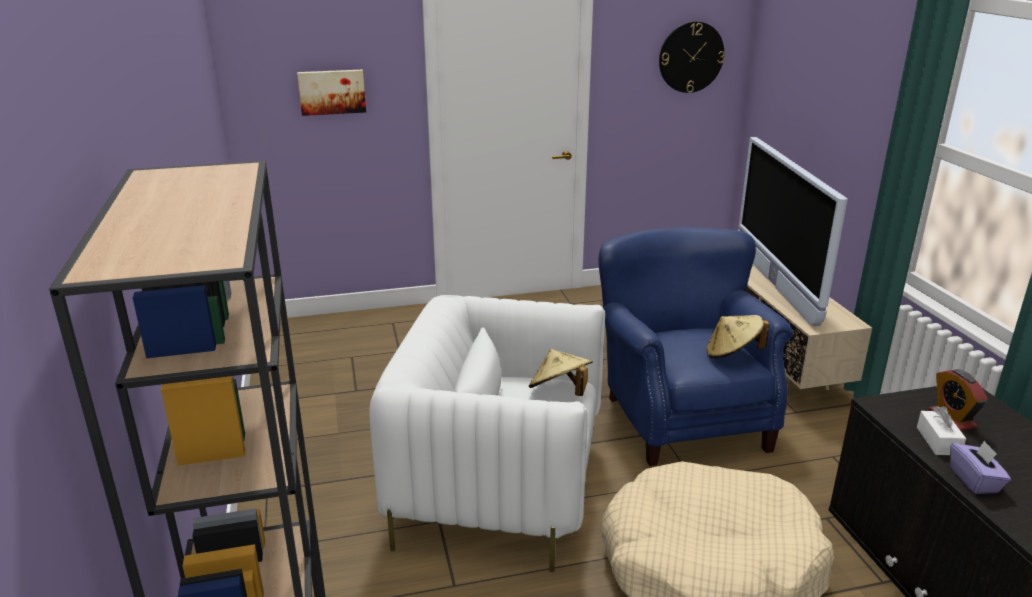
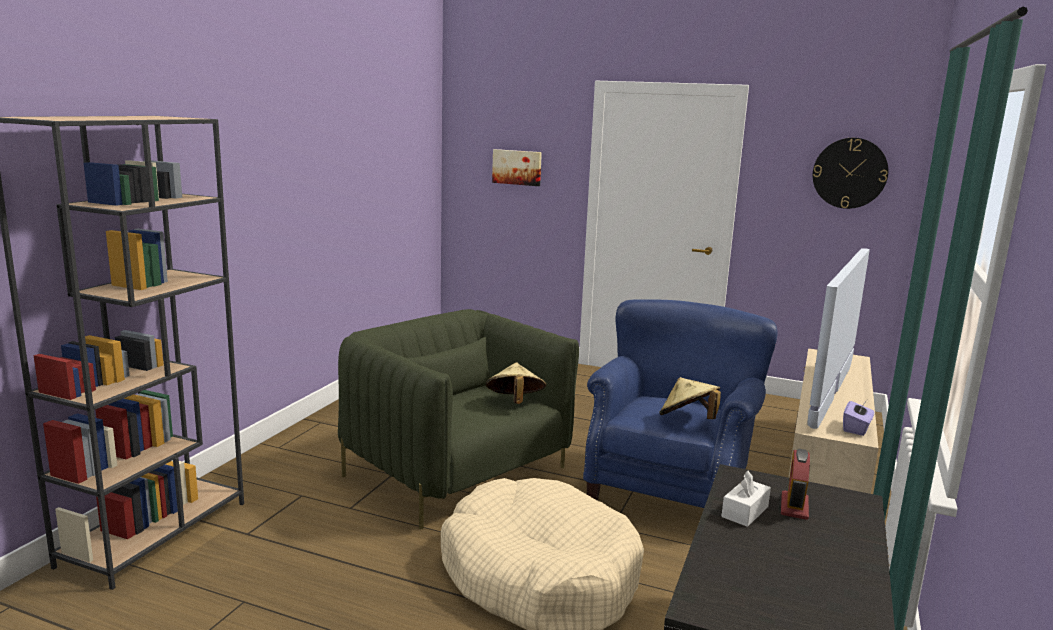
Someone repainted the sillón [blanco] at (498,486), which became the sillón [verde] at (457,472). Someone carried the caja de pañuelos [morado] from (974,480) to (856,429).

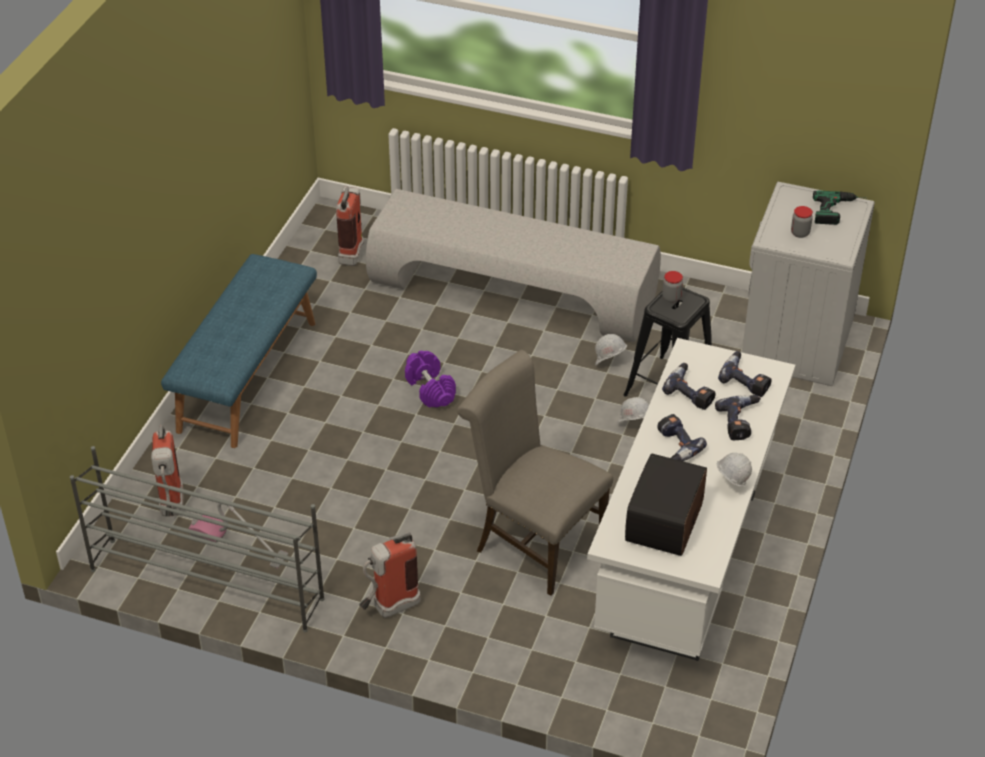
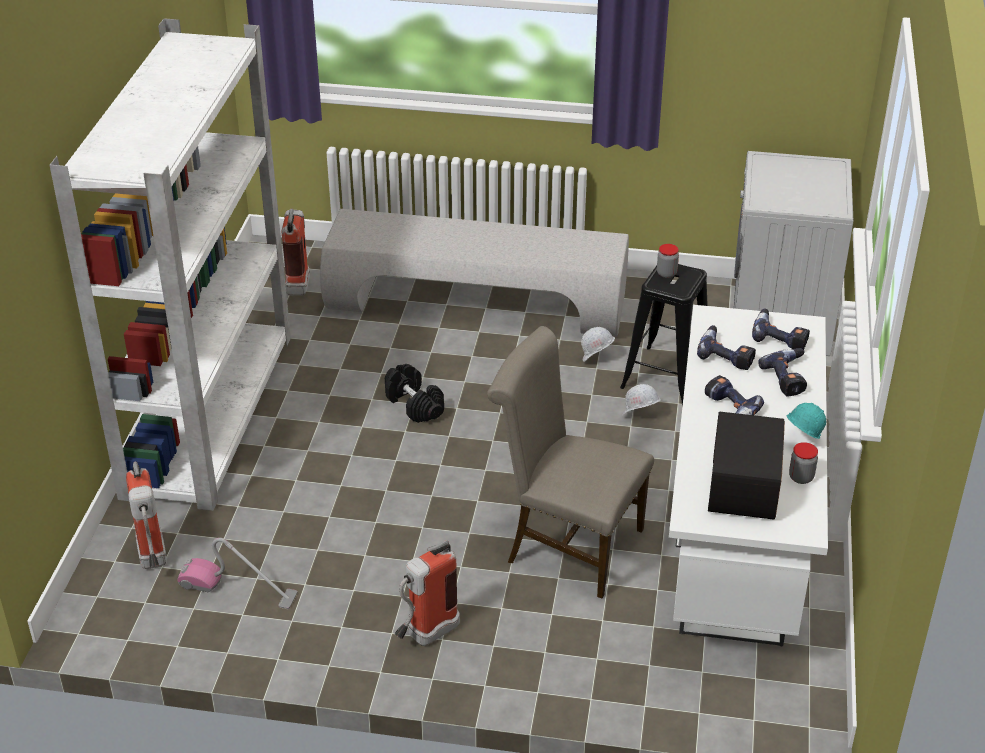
Someone took away the zapatero [gris] at (206,584). Someone swapped the banco [azul] at (246,375) for the estantería [blanco] at (210,413). Someone repainted the mancuerna [morado] at (430,389), which became the mancuerna [negro] at (414,405). Someone repainted the casco [blanco] at (731,484), which became the casco [turquesa] at (801,440). Someone carried the tarro from (800,233) to (801,477). Someone took away the taladro at (840,211).

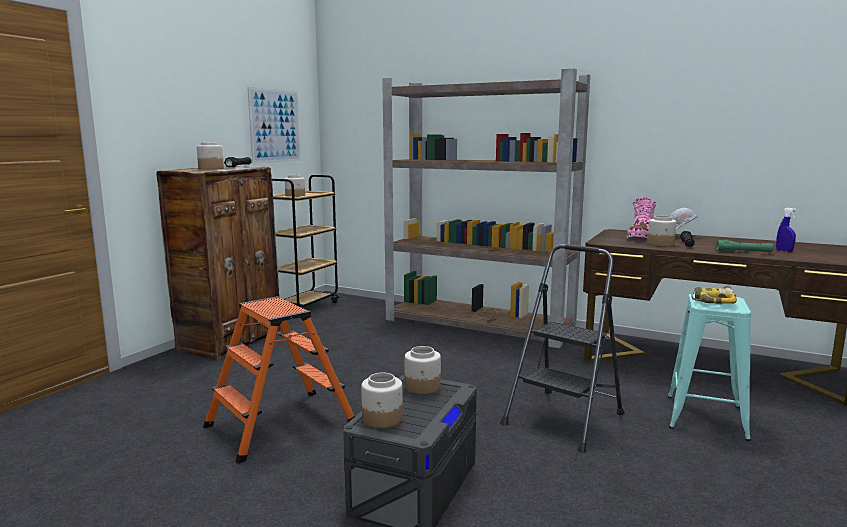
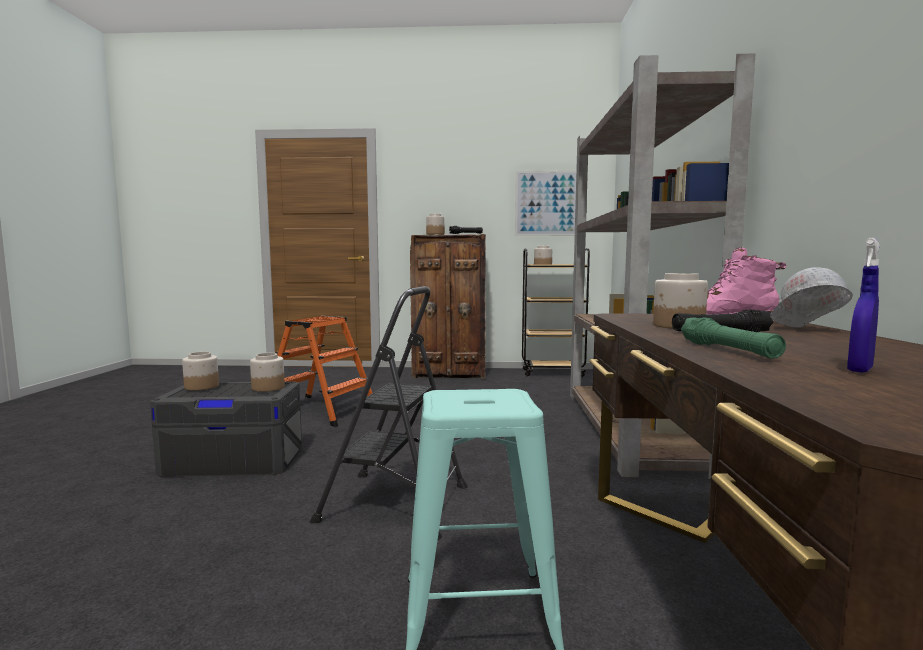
Someone took away the taladro at (712,300).

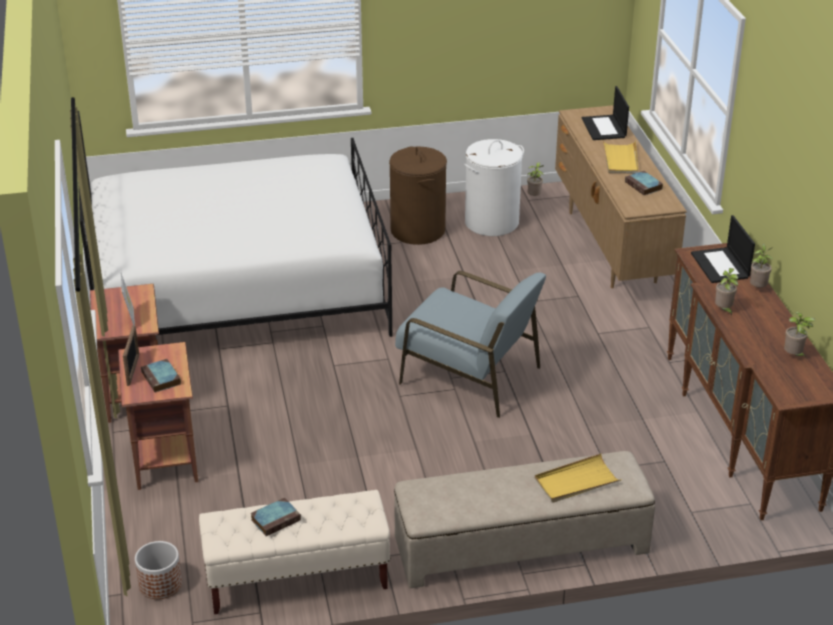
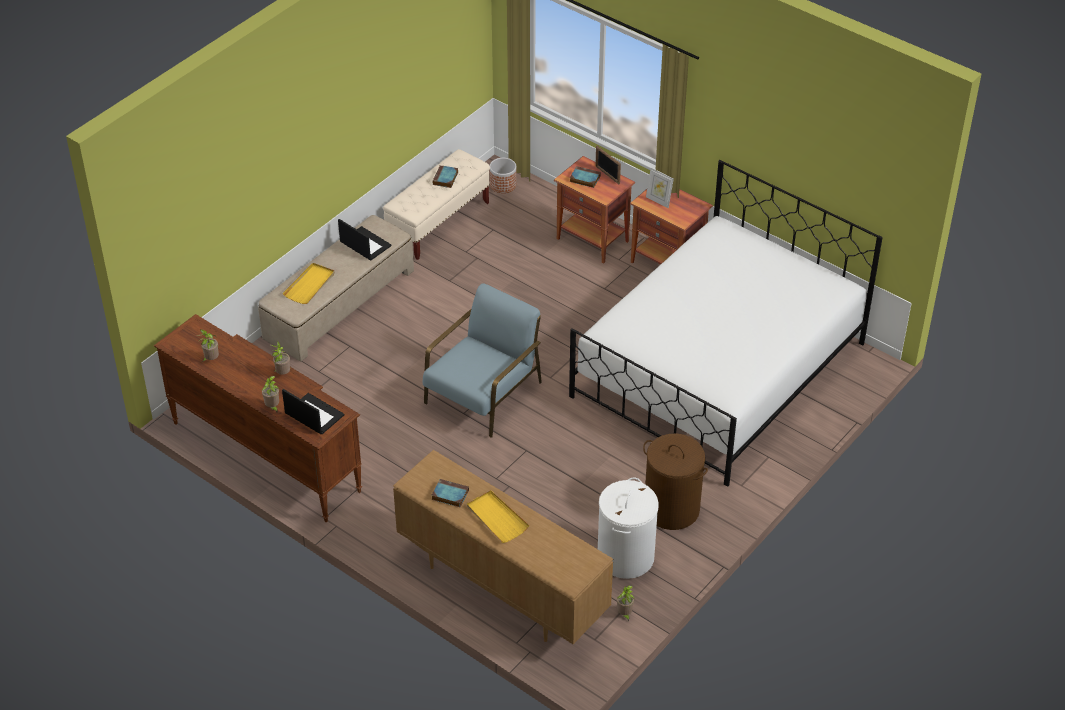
Someone rotated the sillón [azul] at (468,375) by 135 degrees clockwise. Someone carried the portátil from (604,128) to (364,244).

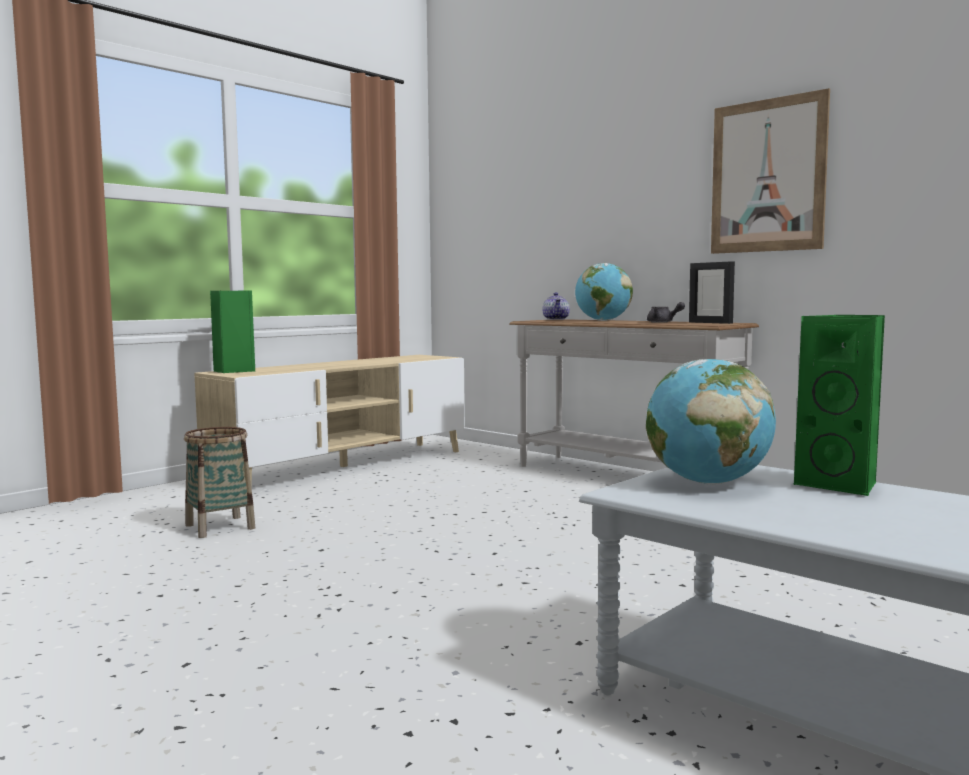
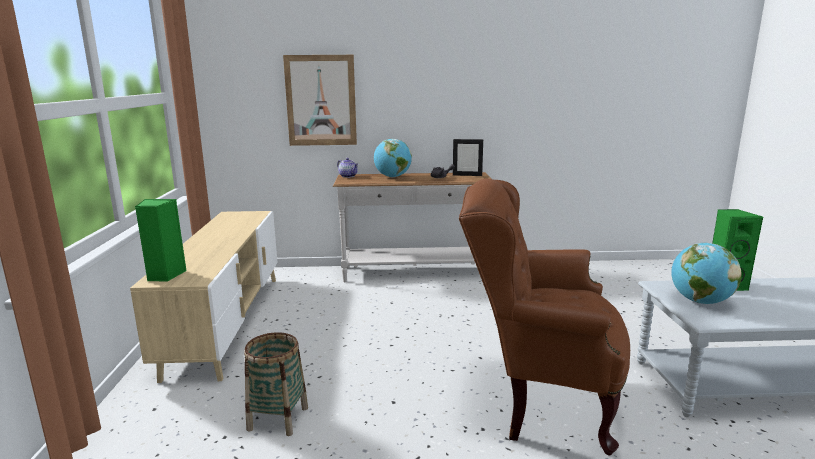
Someone carried the cuadro from (767,176) to (321,100). Someone put down the sillón [marrón] at (537,403).

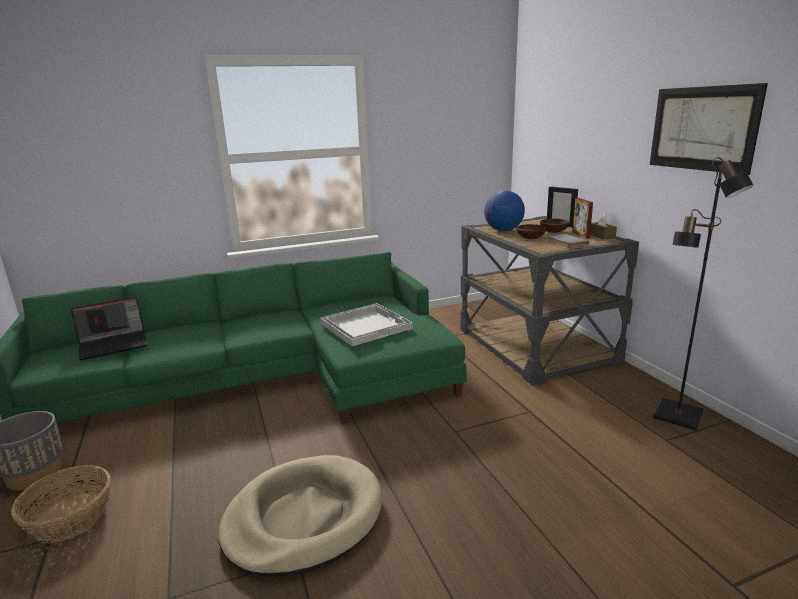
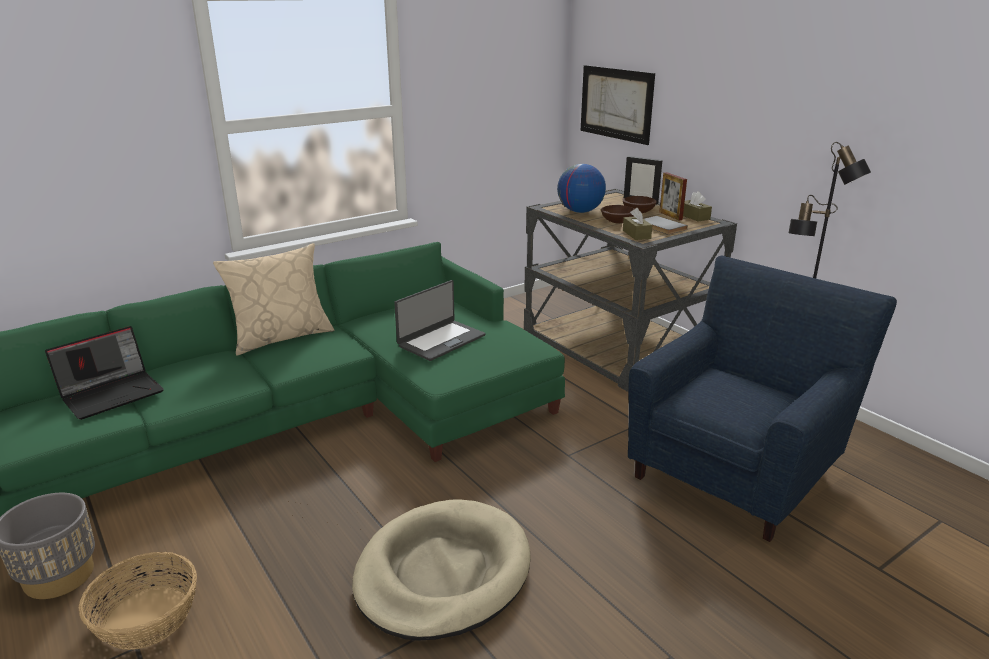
Someone swapped the bandeja [blanco] at (366,325) for the portátil at (441,340). Someone carried the cuadro from (702,128) to (616,103). Someone put down the cojín [beis] at (281,337). Someone put down the caja de pañuelos [marrón] at (636,234). Someone put down the sillón [azul] at (734,471).

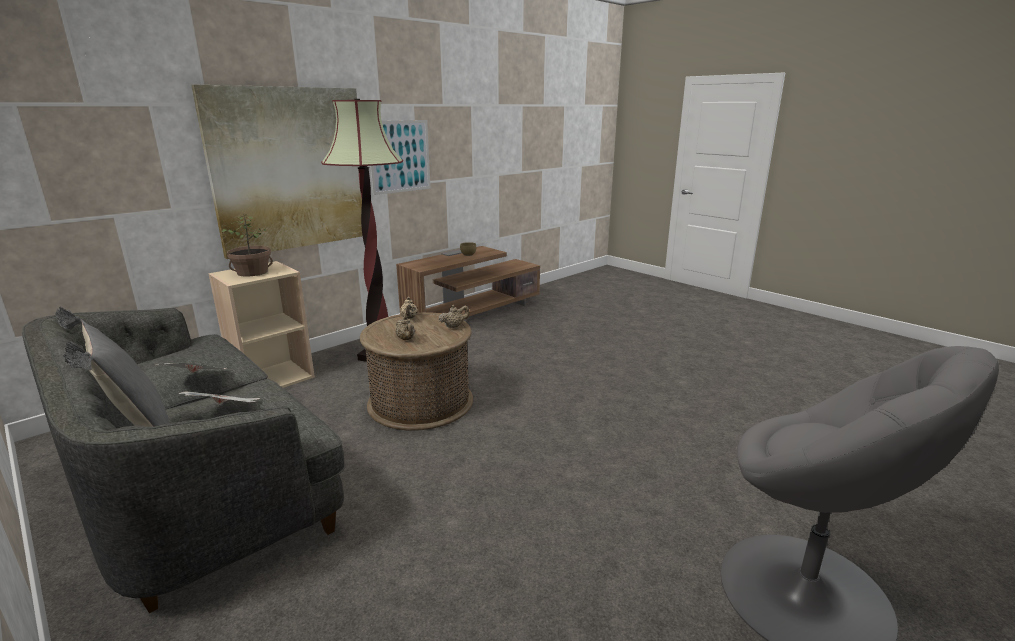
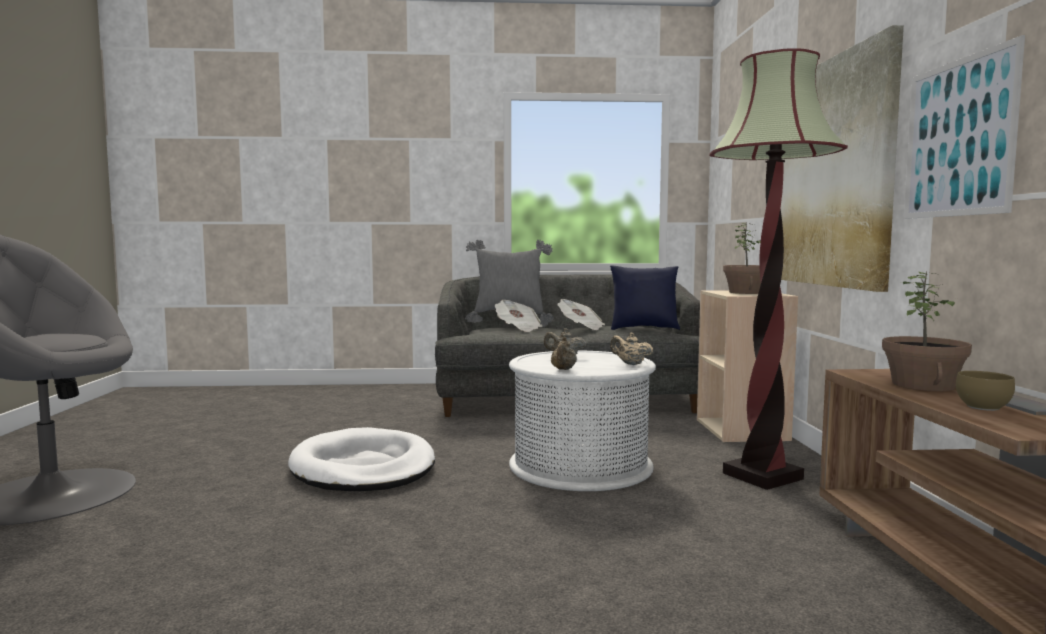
Someone repainted the mesa de centro [marrón] at (420,402), which became the mesa de centro [blanco] at (580,466). Someone put down the cama para perro [blanco] at (363,468). Someone put down the cojín [azul] at (643,329). Someone put down the planta en maceta at (924,385).

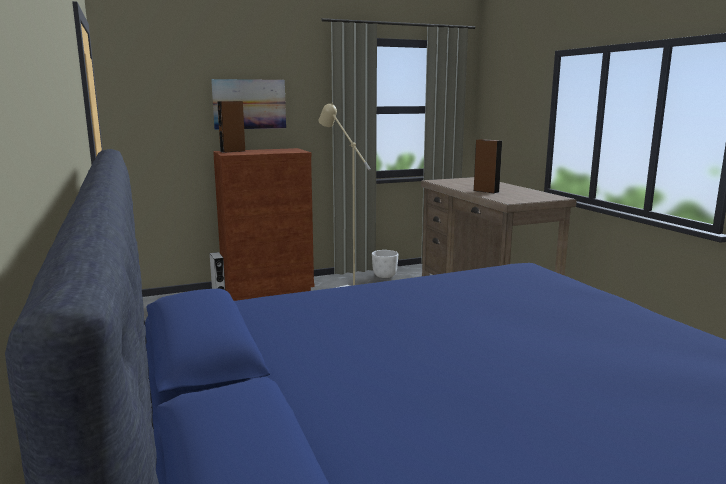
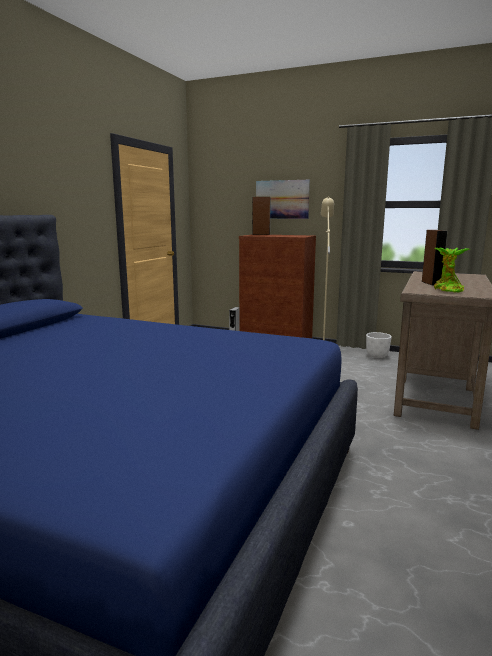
Someone put down the planta en maceta at (447,290).

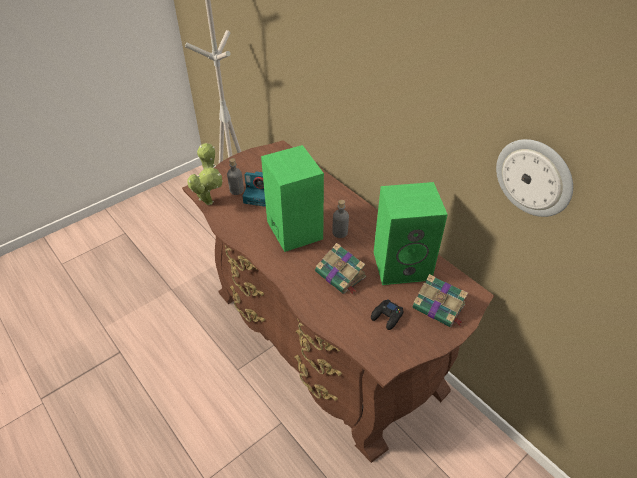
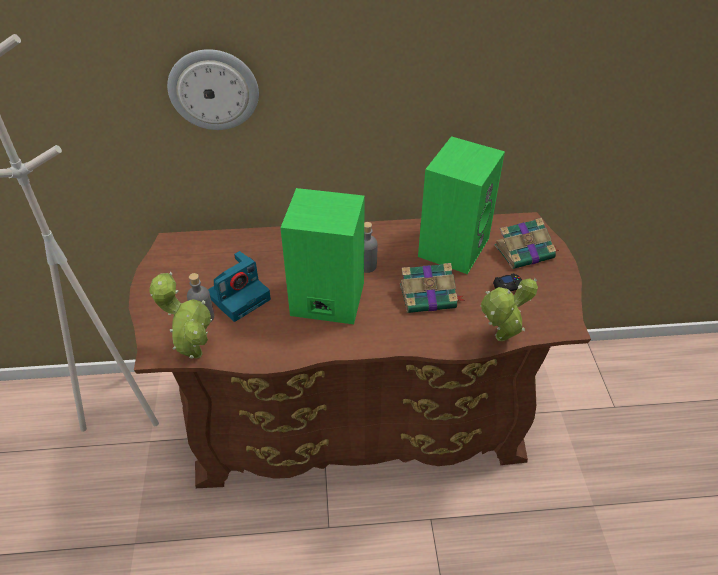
Someone carried the reloj de pared from (534,177) to (213,89). Someone put down the planta en maceta at (499,340).

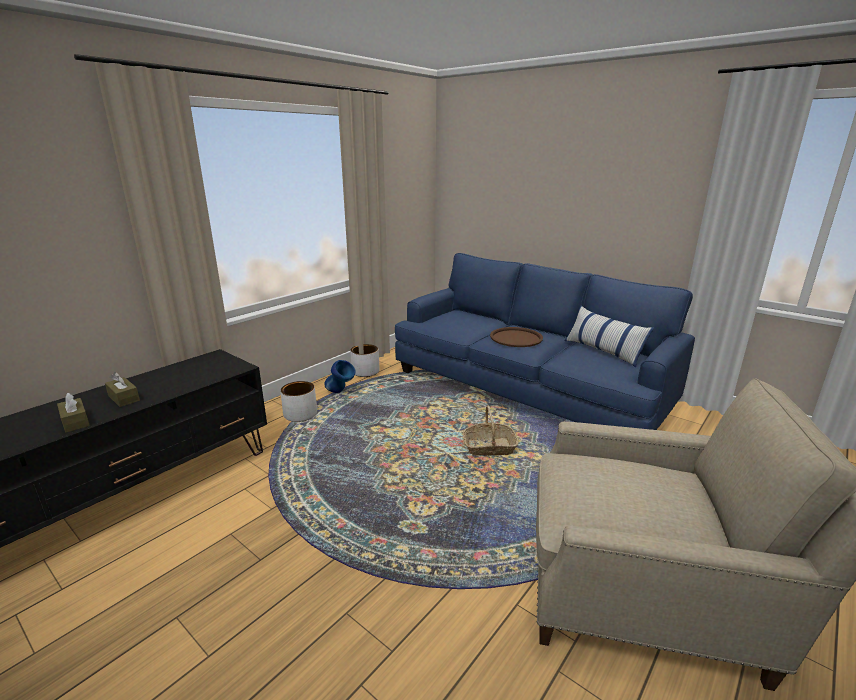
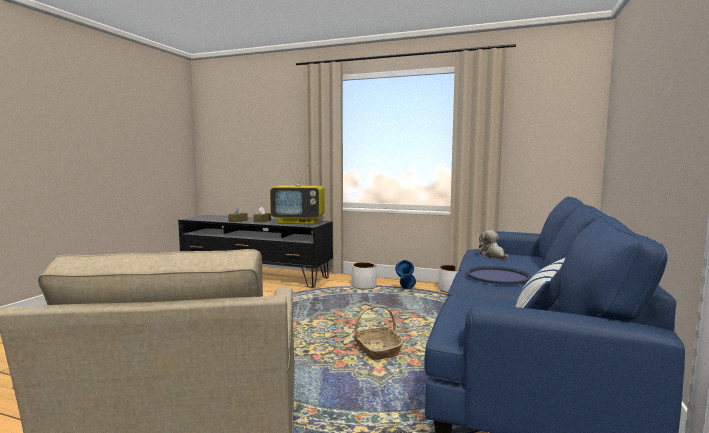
Someone repainted the bandeja [marrón] at (516,338), which became the bandeja [azul] at (497,276). Someone put down the televisor at (299,222). Someone put down the peluche at (493,256).

